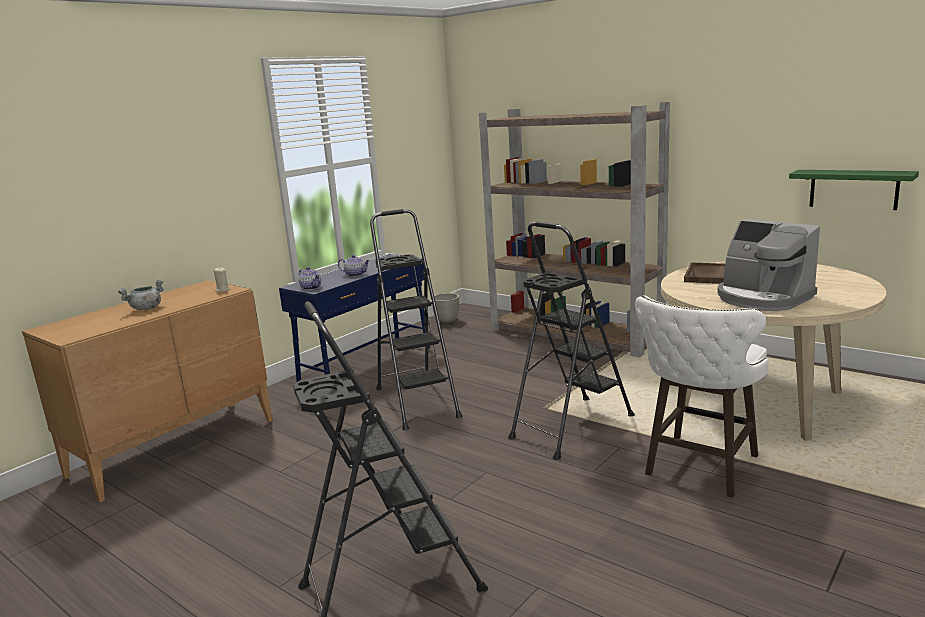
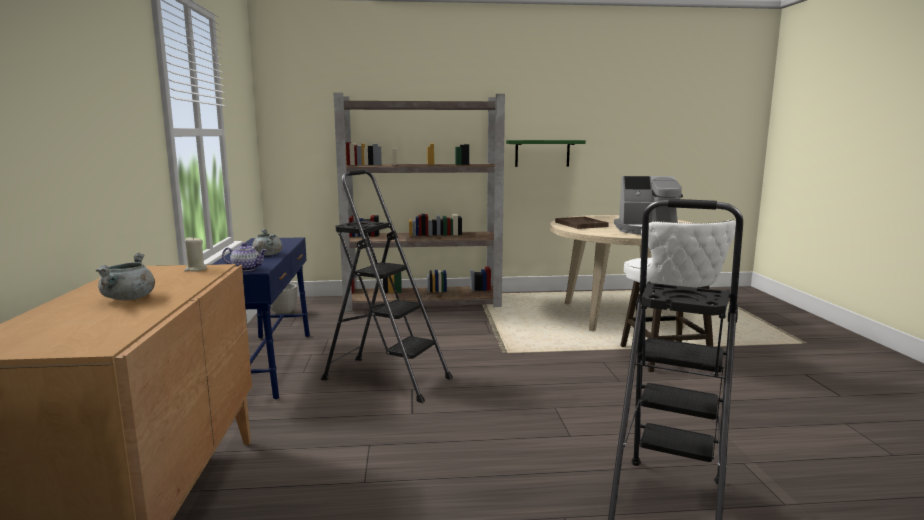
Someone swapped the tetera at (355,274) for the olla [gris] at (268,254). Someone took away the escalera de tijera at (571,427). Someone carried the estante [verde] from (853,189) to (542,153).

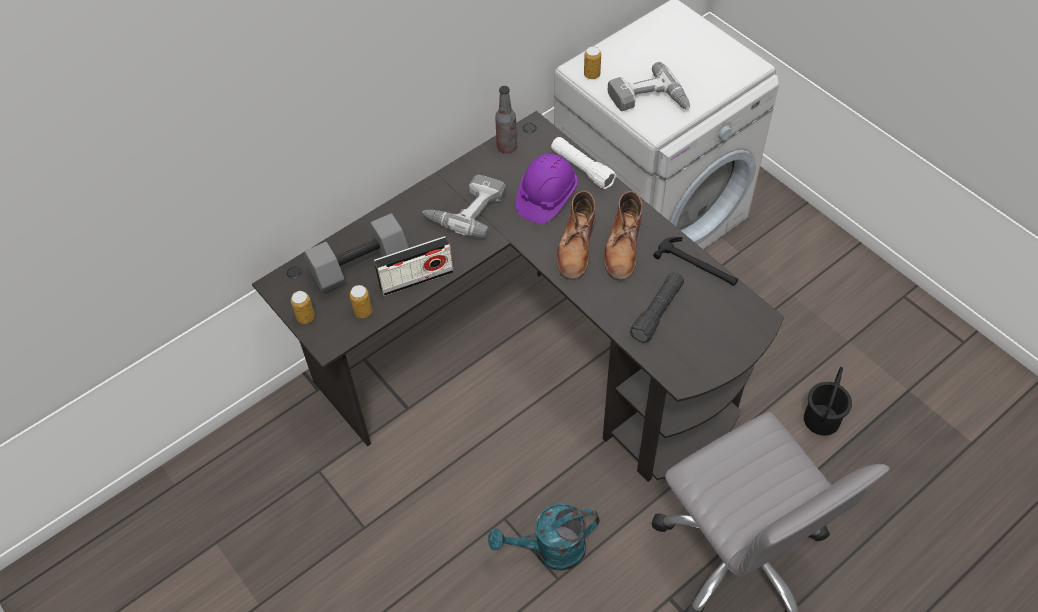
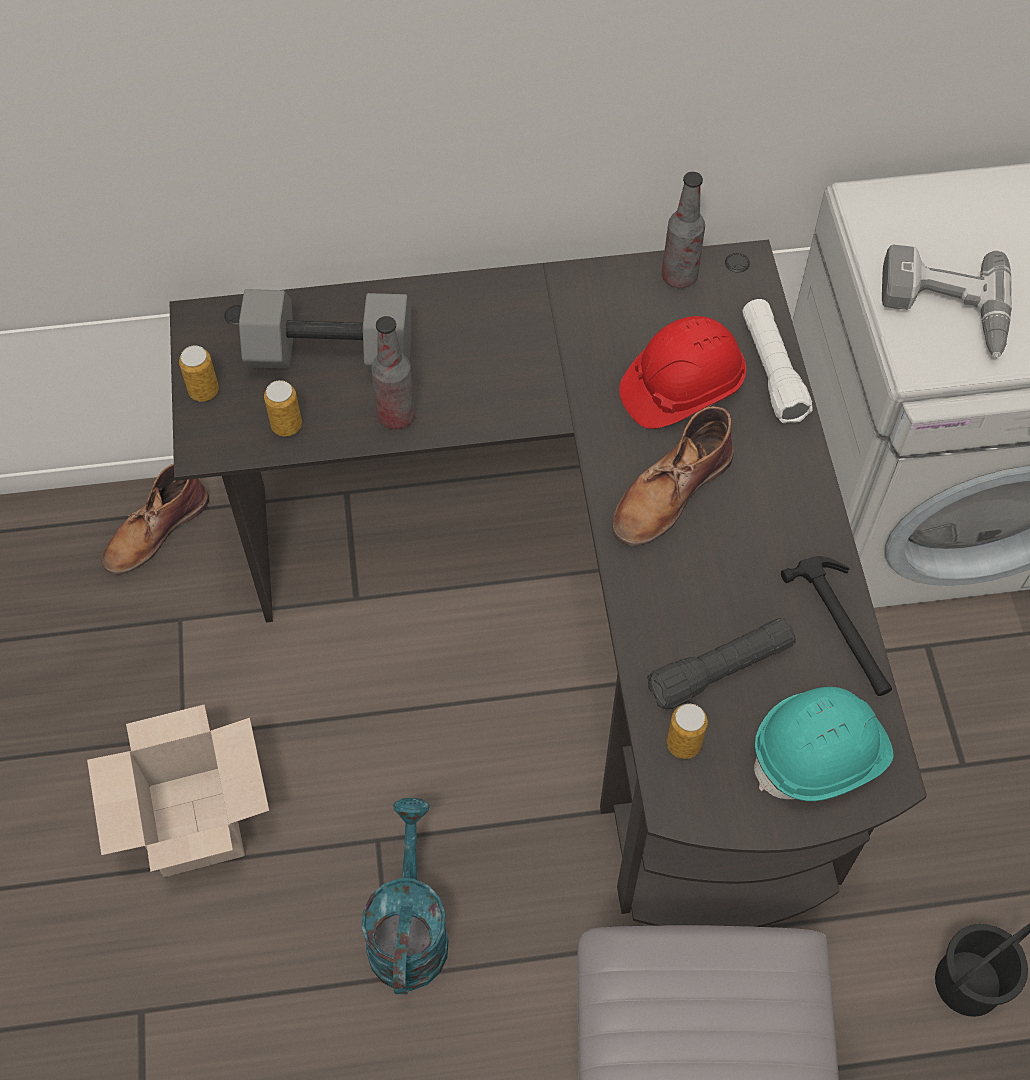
Someone swapped the radio at (416,279) for the botella at (396,416). Someone took away the taladro at (466,210). Someone rotated the regadera [turquesa] at (550,550) by 75 degrees clockwise. Someone repainted the casco [morado] at (546,197), which became the casco [rojo] at (681,388). Someone carried the lata from (592,75) to (683,744). Someone carried the bota [marrón] from (622,247) to (155,531). Someone put down the caja de cartón at (193,819). Someone put down the casco [turquesa] at (821,755).

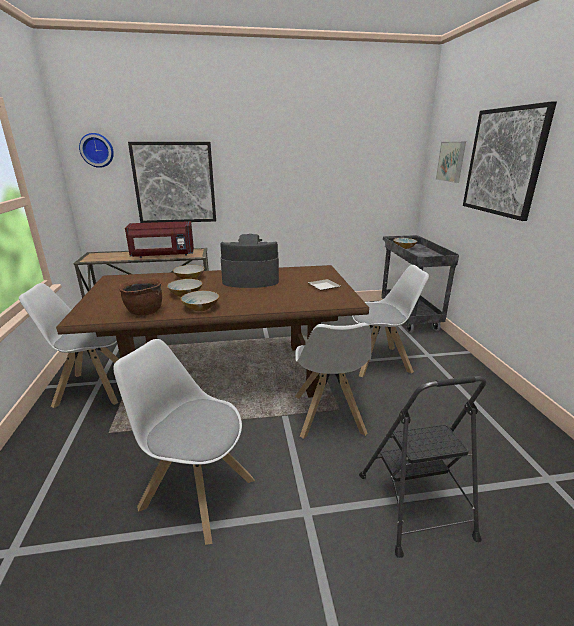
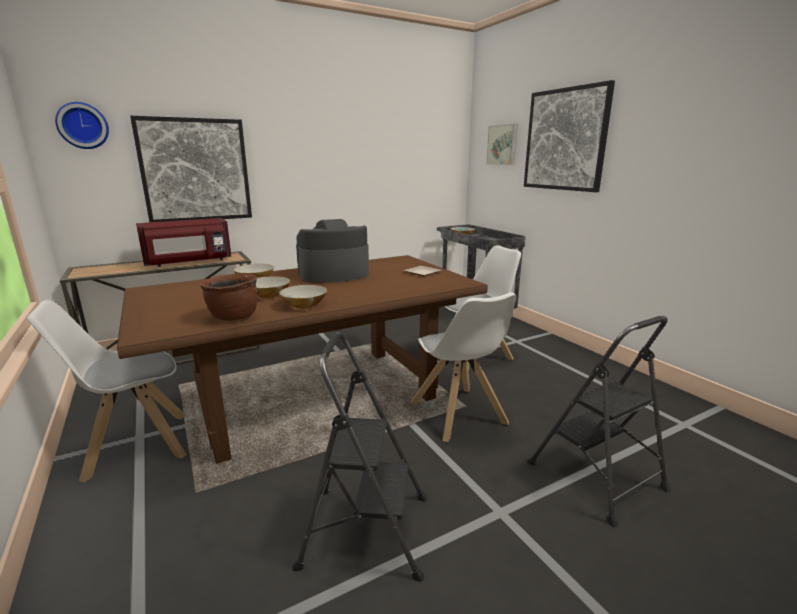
Someone swapped the silla at (195,492) for the escalera de tijera [negro] at (361,528).

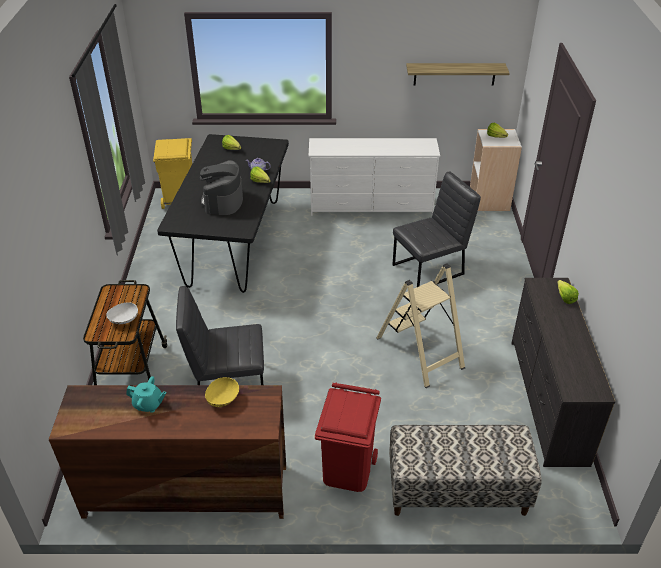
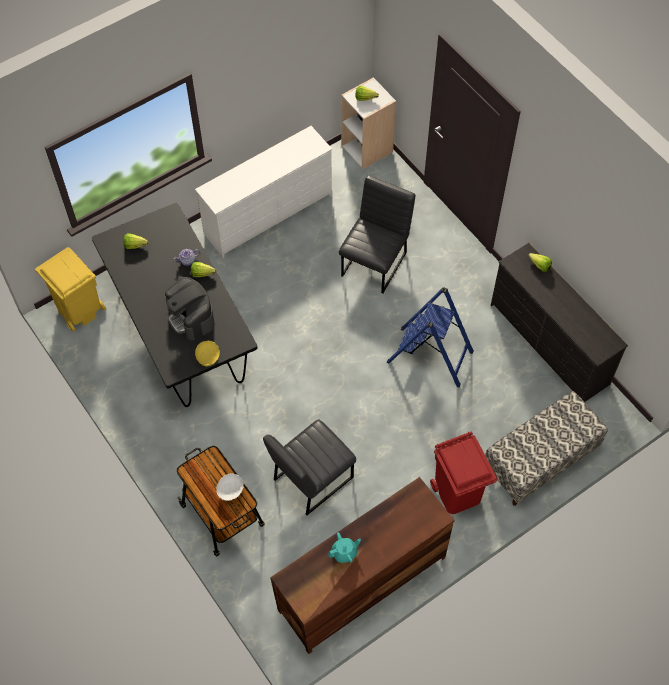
Someone carried the cuenco [amarillo] from (223,400) to (208,358). Someone repainted the escalera de tijera [beis] at (420,353), which became the escalera de tijera [azul] at (431,357). Someone took away the estante at (454,74).

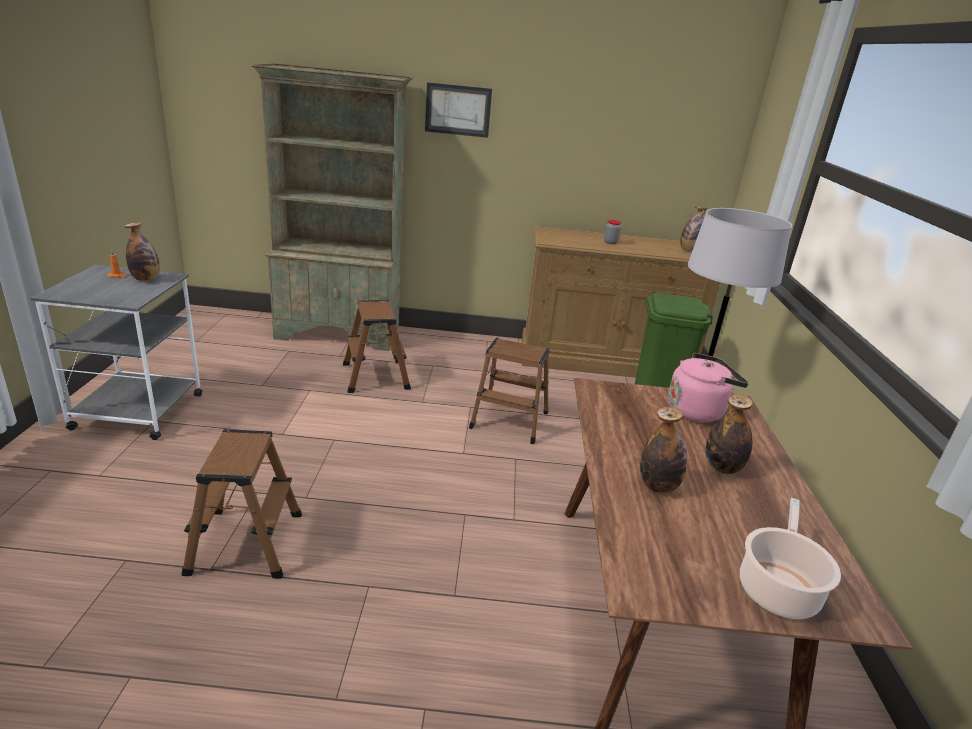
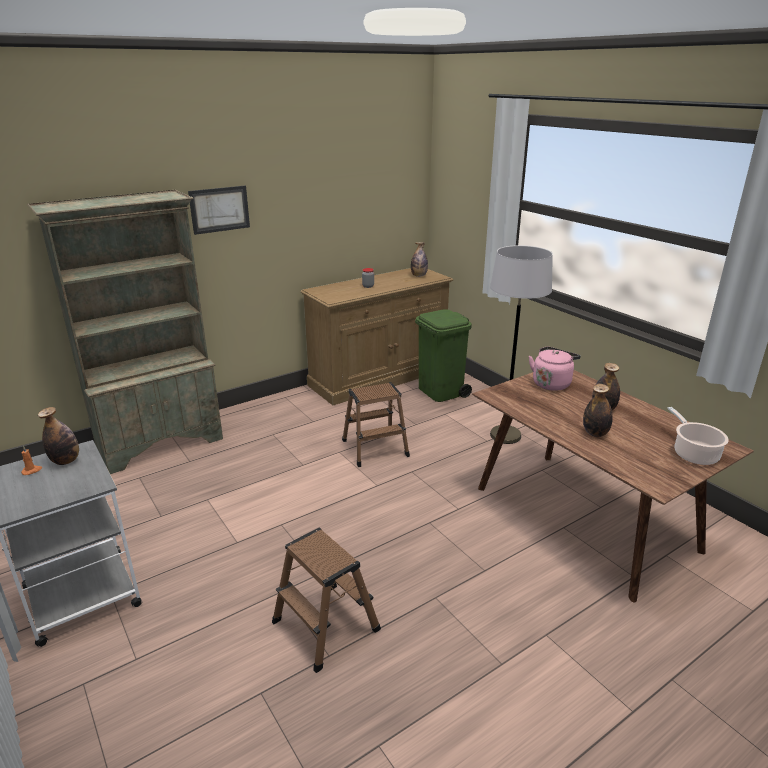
Someone took away the escalera de tijera [marrón] at (376,376).

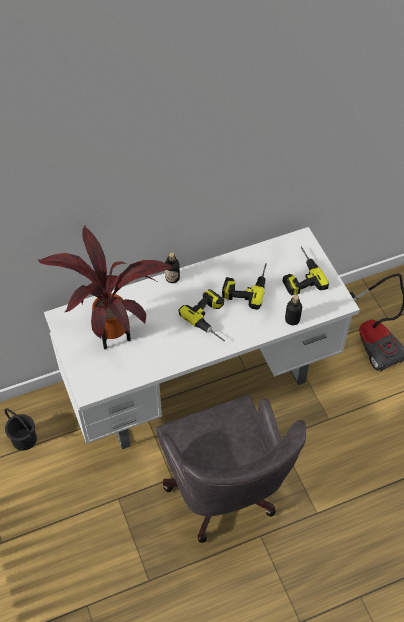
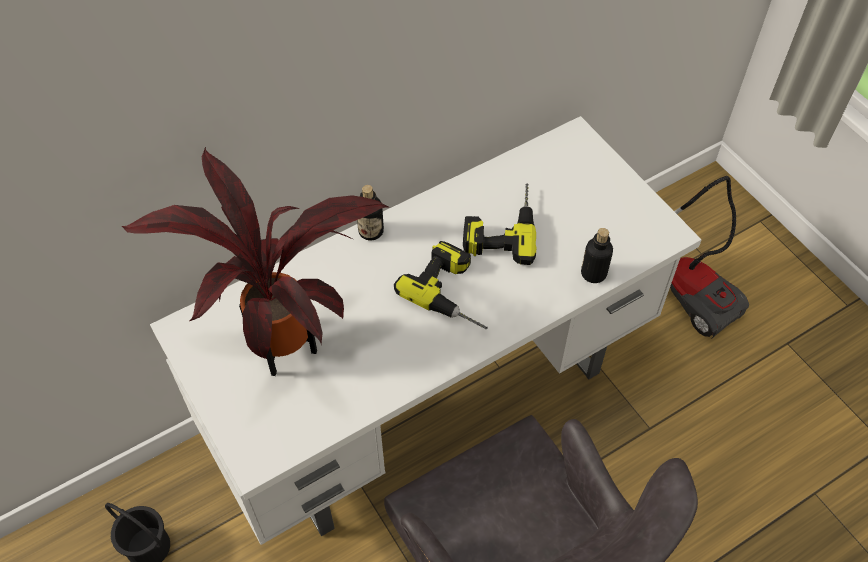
Someone took away the taladro at (299,274).

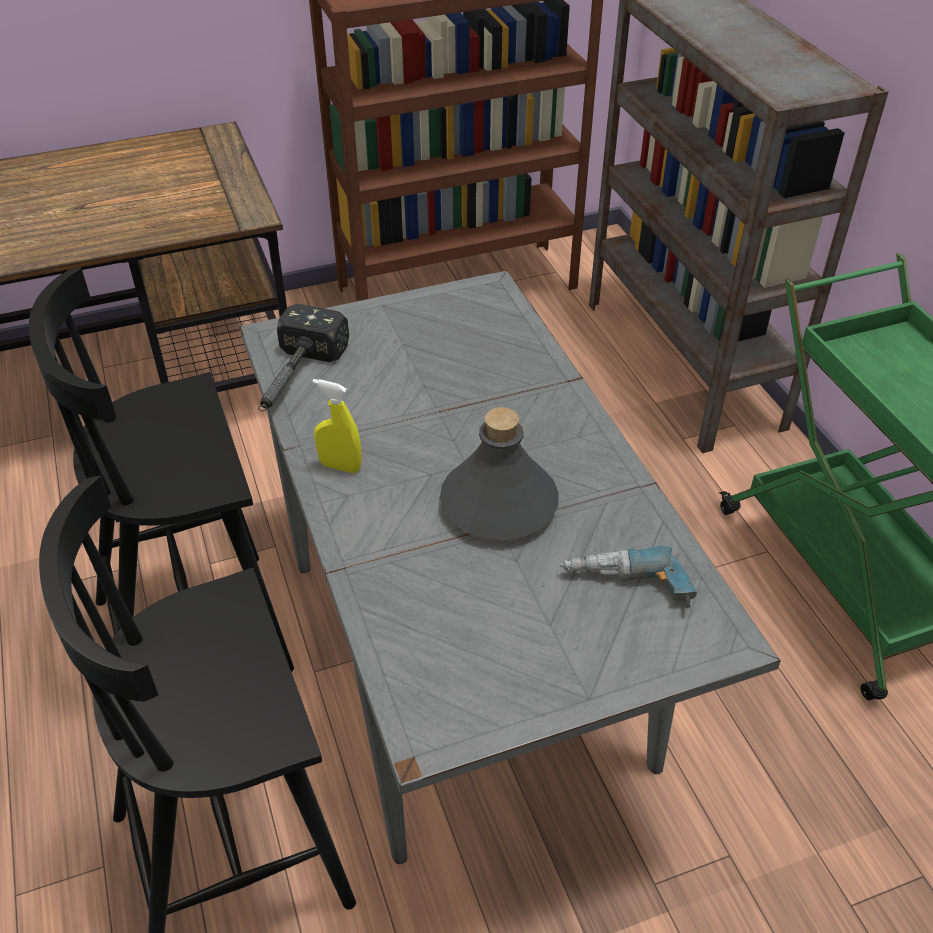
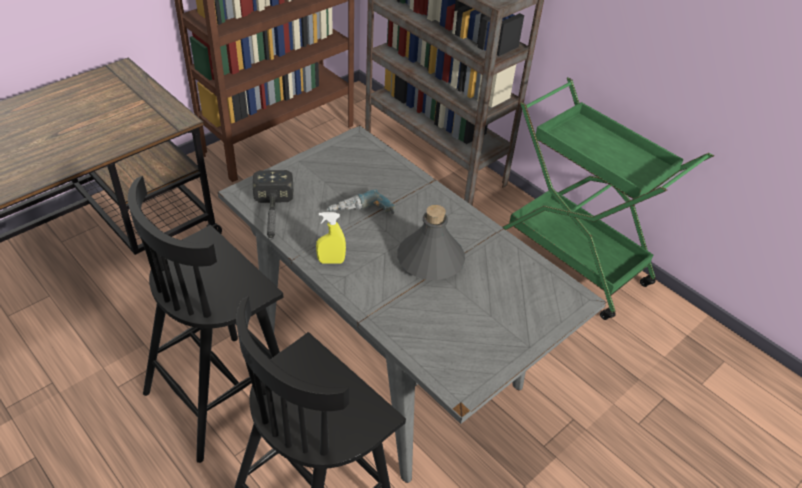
Someone carried the taladro from (626,590) to (361,214).

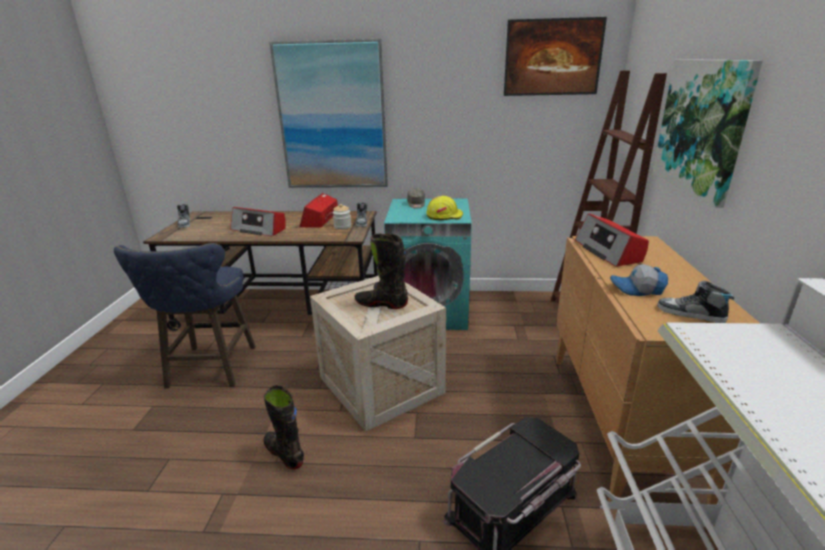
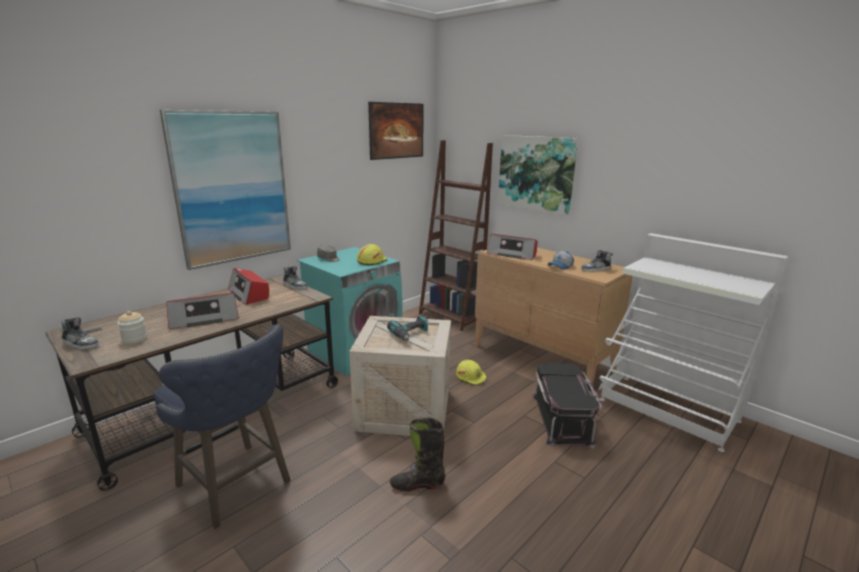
Someone carried the tarro from (342,227) to (134,339). Someone swapped the bota [negro] at (381,304) for the taladro at (410,334). Someone put down the casco [amarillo] at (471,377).

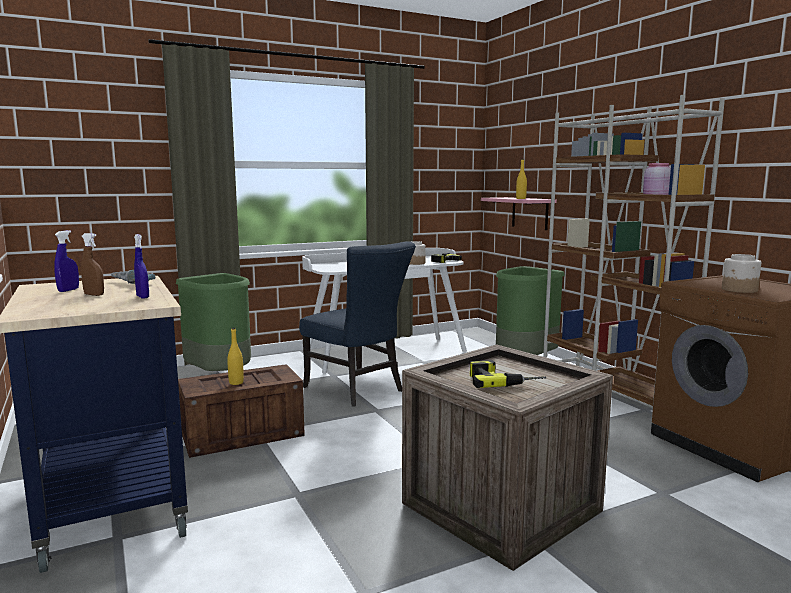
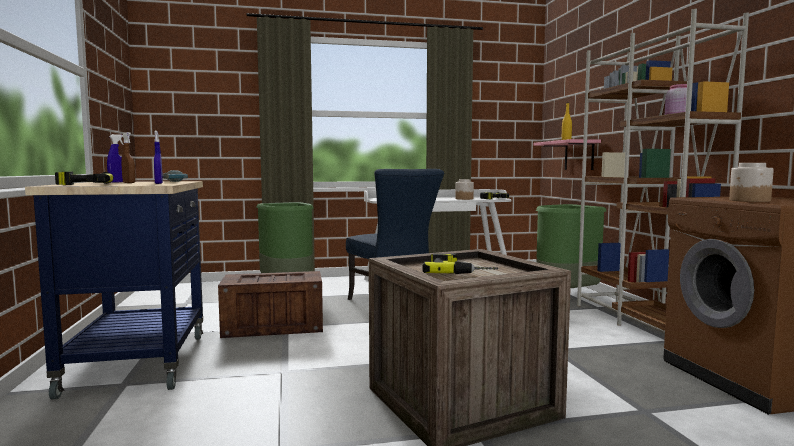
Someone took away the botella [amarillo] at (236,382). Someone put down the taladro at (89,184).

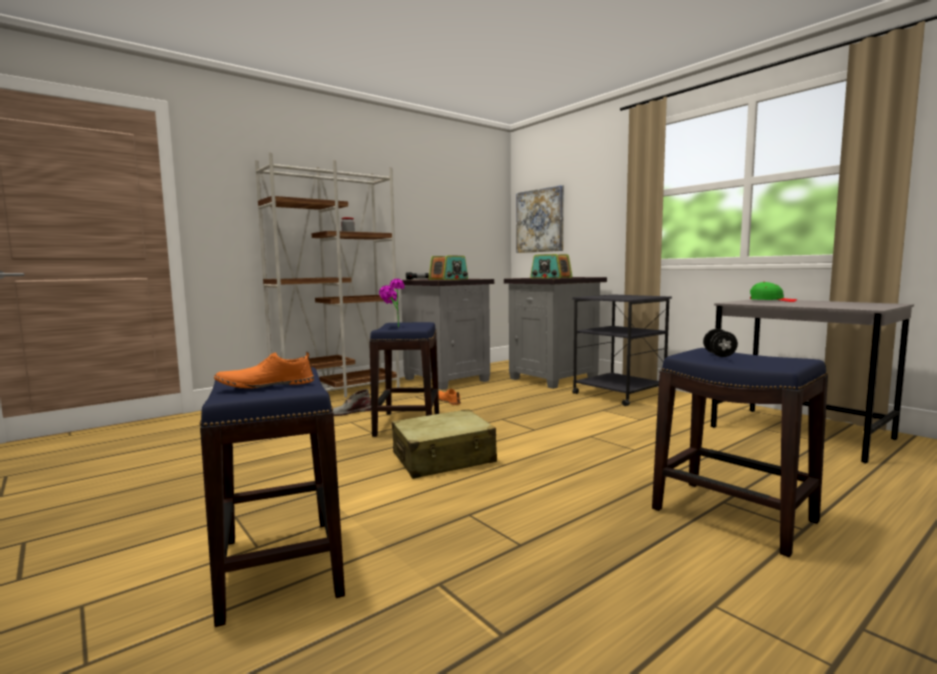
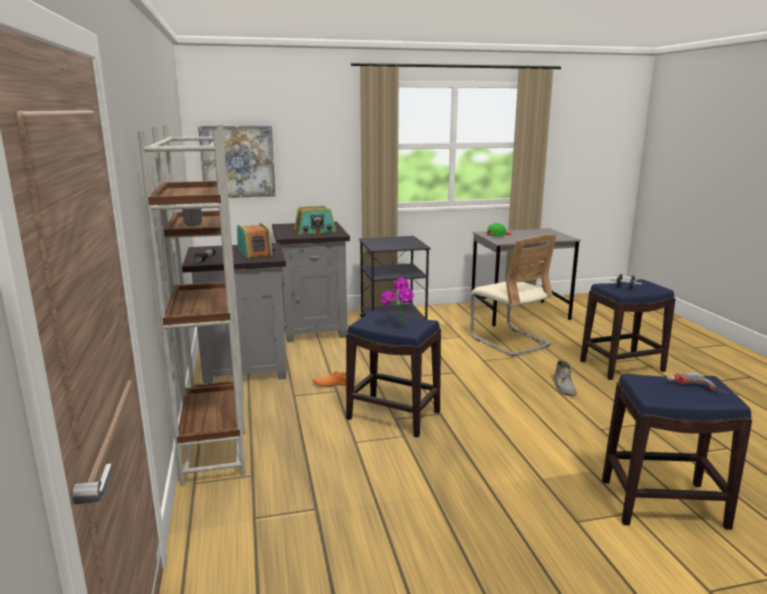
Someone swapped the zapato [naranja] at (266,385) for the taladro at (695,388). Someone carried the bota [gris] from (349,412) to (564,387). Someone took away the maleta [beis] at (444,458). Someone put down the silla [beis] at (509,341).

